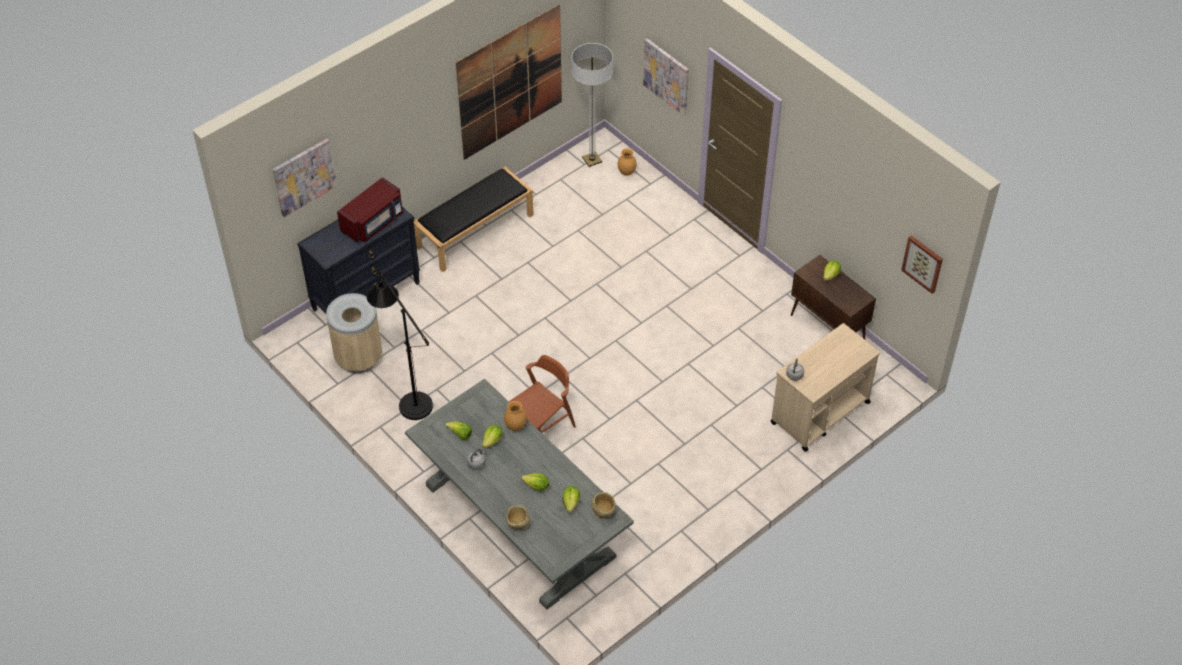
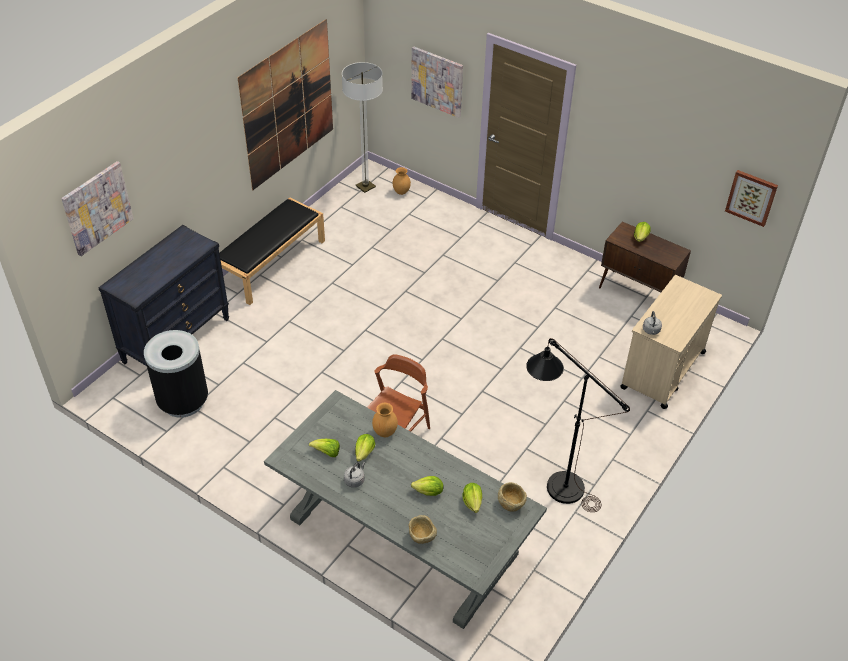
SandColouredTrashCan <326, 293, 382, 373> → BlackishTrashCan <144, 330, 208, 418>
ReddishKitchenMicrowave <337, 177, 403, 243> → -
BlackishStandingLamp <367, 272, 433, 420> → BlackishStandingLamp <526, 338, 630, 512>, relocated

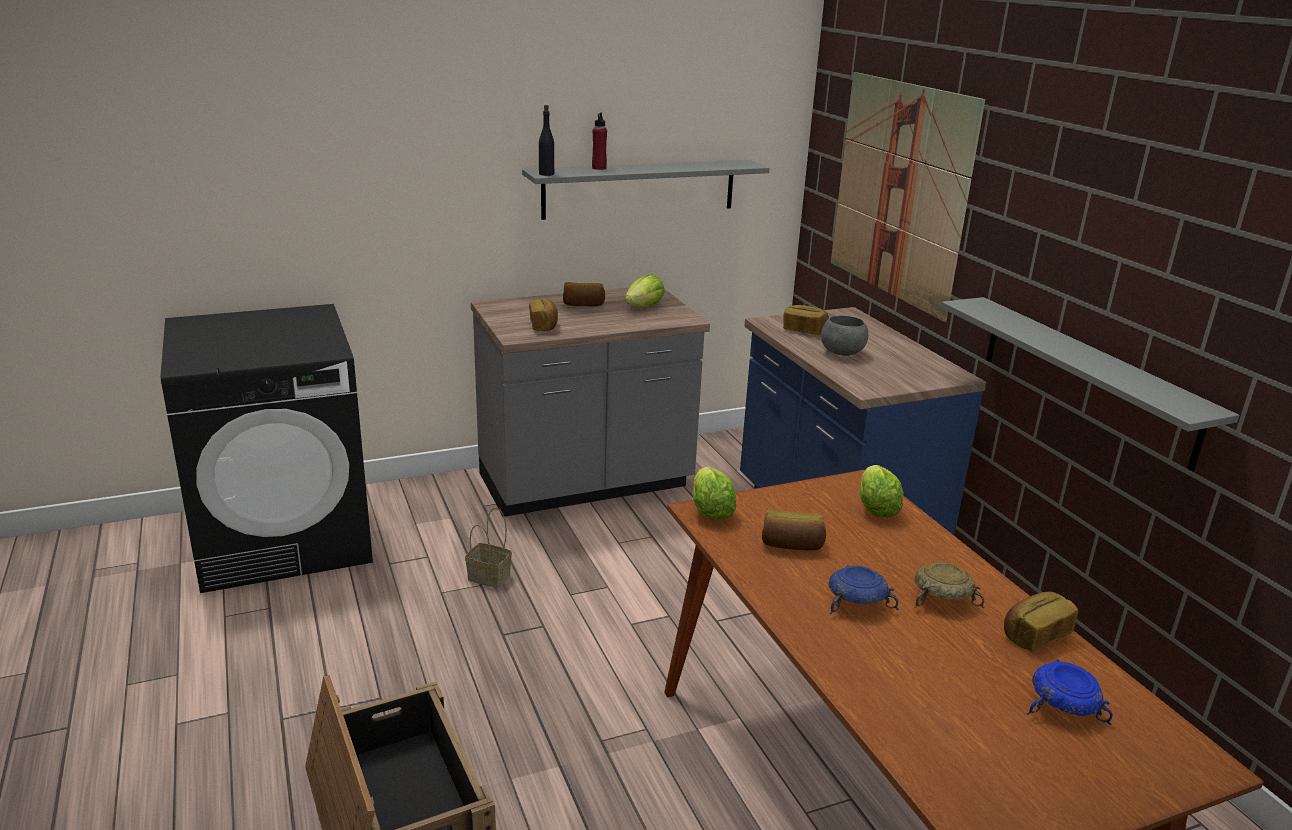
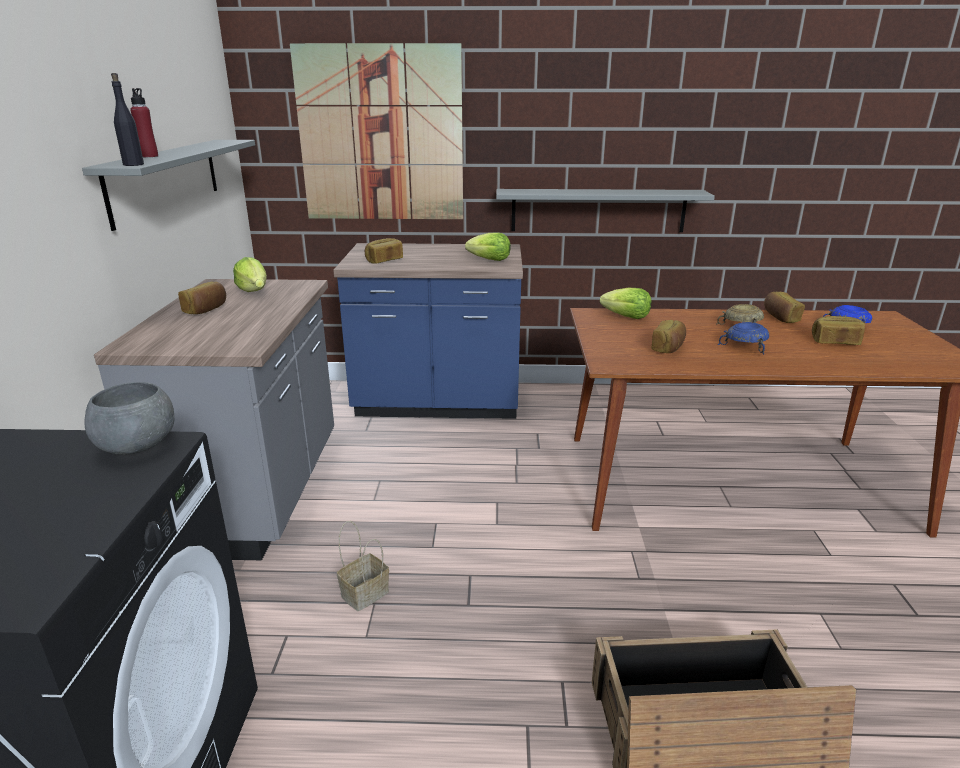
Bread <529, 299, 558, 331> → Bread <812, 316, 865, 345>, relocated
HeadOfLettuce <693, 467, 736, 520> → HeadOfLettuce <465, 233, 511, 261>, relocated
GreyBowl <821, 316, 868, 356> → GreyBowl <84, 382, 174, 455>, relocated

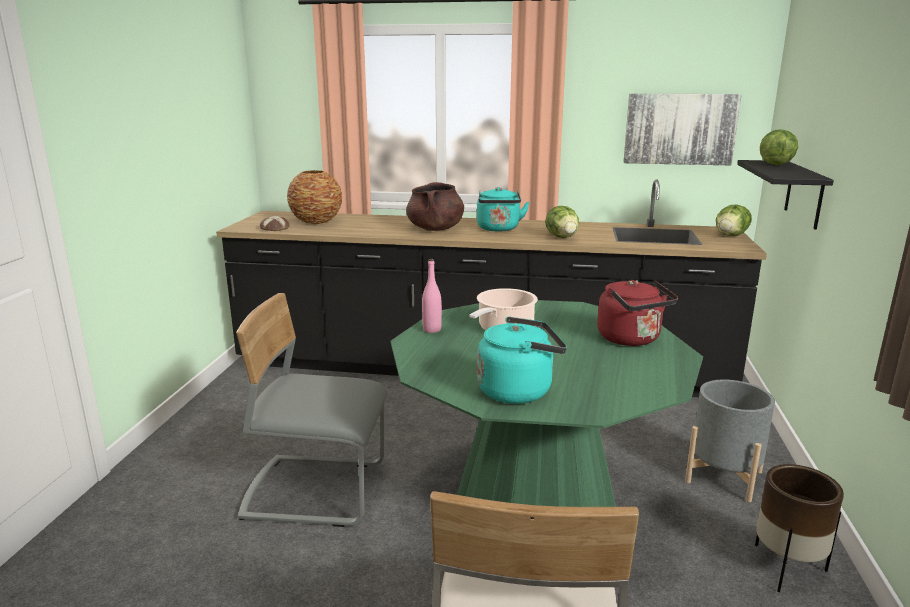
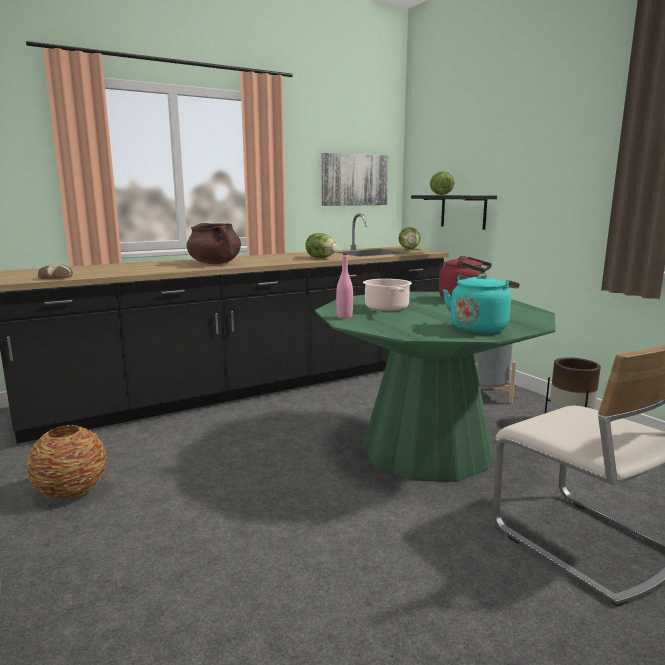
GreyUprightChair <236, 293, 387, 527> → -
DecorativeVase <287, 170, 342, 224> → DecorativeVase <27, 425, 107, 499>, relocated
TurquoiseColouredKettle <477, 187, 529, 231> → -

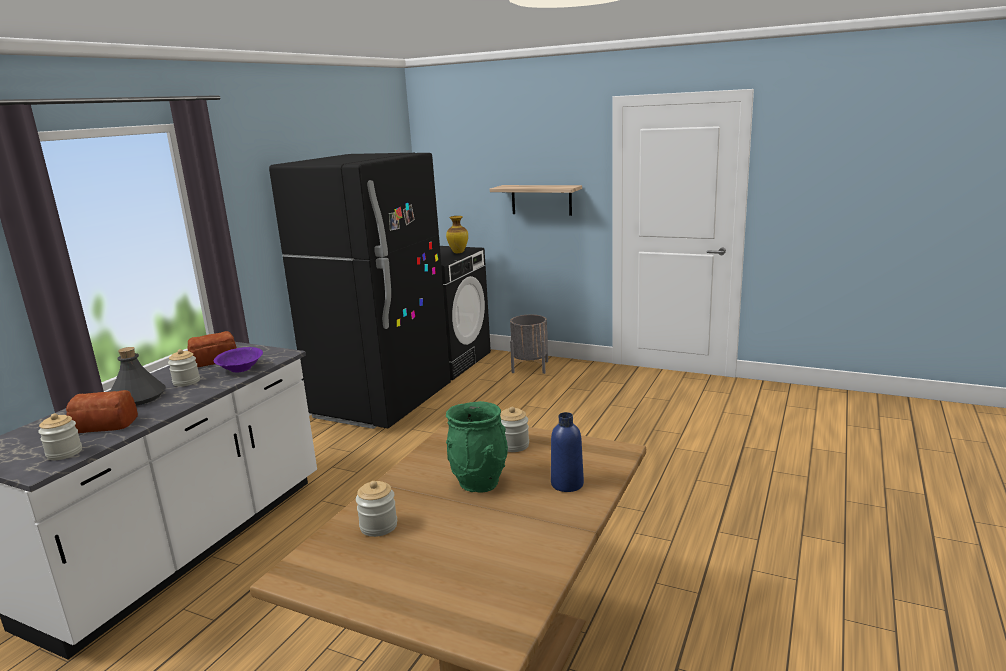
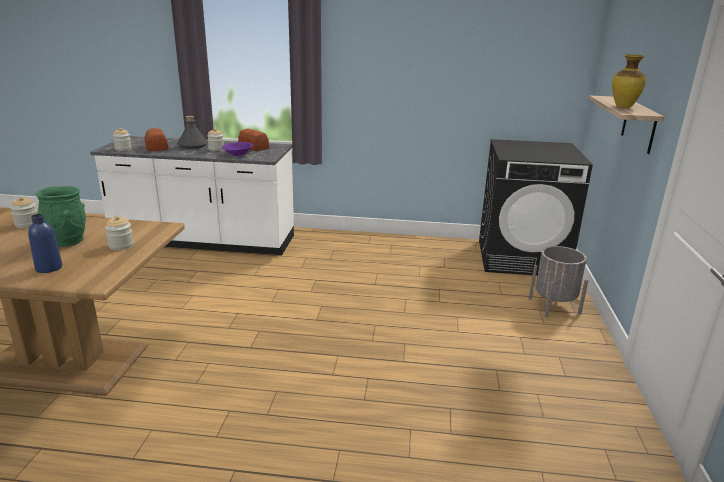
BlackishKitchenFridge <269, 153, 451, 429> → -
DecorativeVase <446, 216, 468, 253> → DecorativeVase <612, 54, 646, 108>, relocated

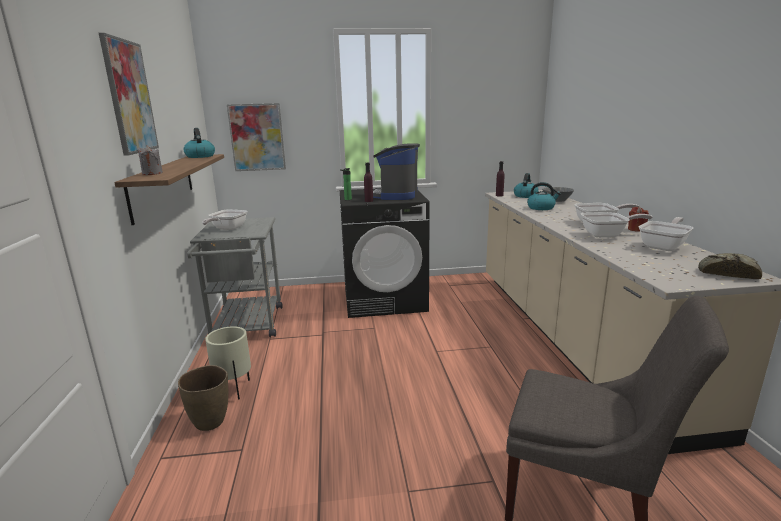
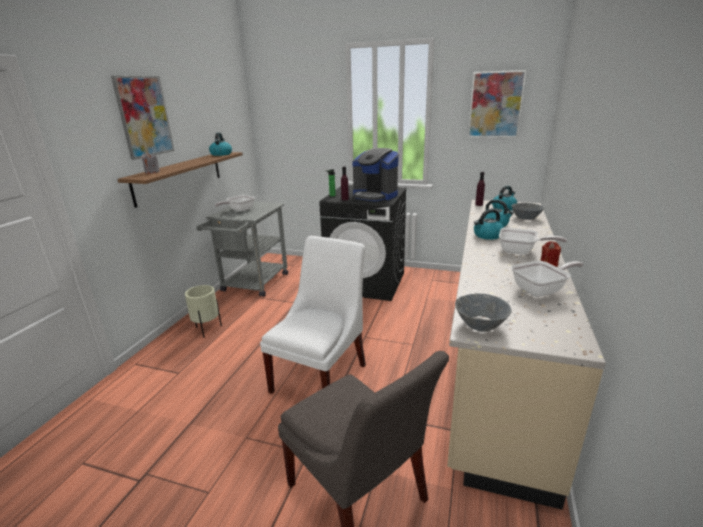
BrownishDecorativeVase <178, 365, 228, 431> → -
Picture <227, 103, 286, 171> → Picture <468, 70, 526, 138>, relocated
CoffeeMachine <373, 143, 420, 200> → CoffeeMachine <352, 148, 399, 201>, 90 degrees counterclockwise
Pan <581, 212, 652, 238> → -
Bread <698, 253, 762, 279> → -
- → WhiteColouredUprightChair <260, 236, 366, 394>
- → GreyBowl <455, 293, 512, 332>
- → Kettle <474, 209, 504, 240>

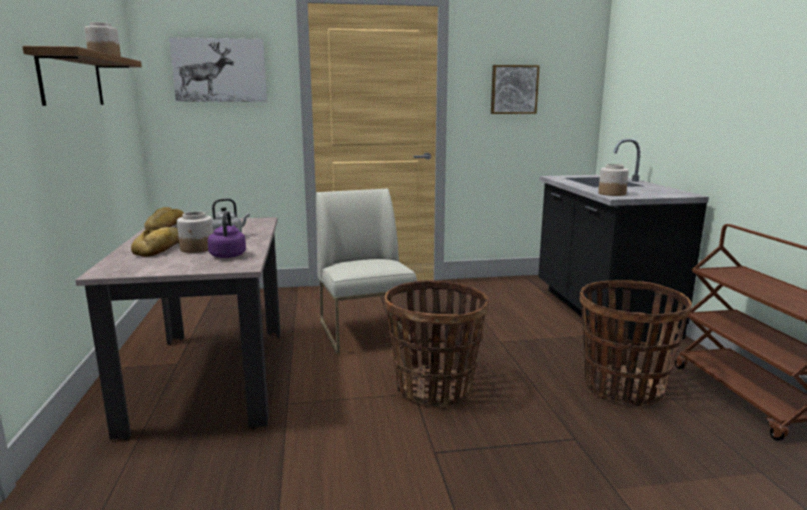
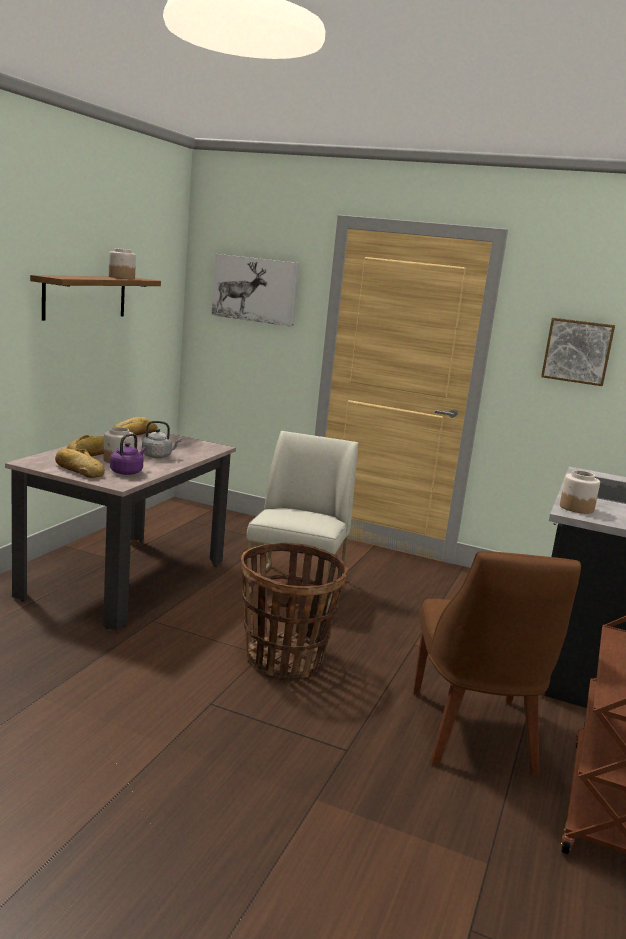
StorageBasket <580, 280, 692, 406> → BrownishUprightChair <413, 551, 581, 776>
- → Bread <55, 448, 105, 478>

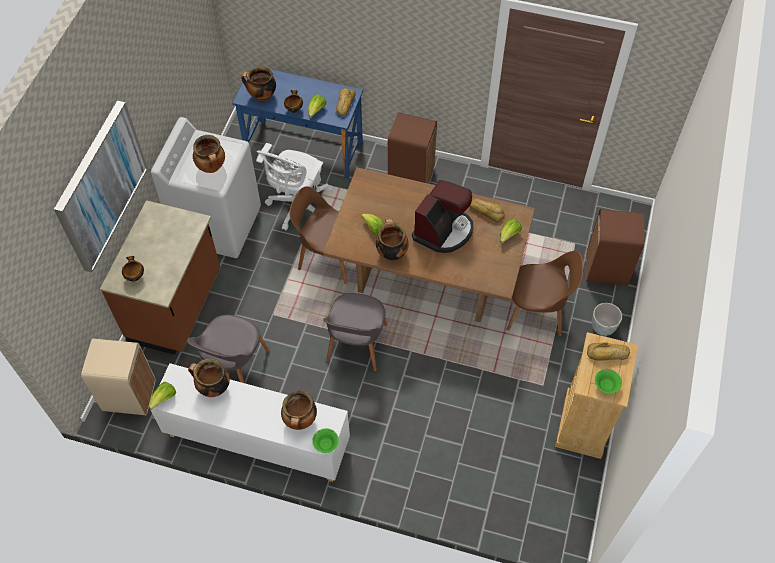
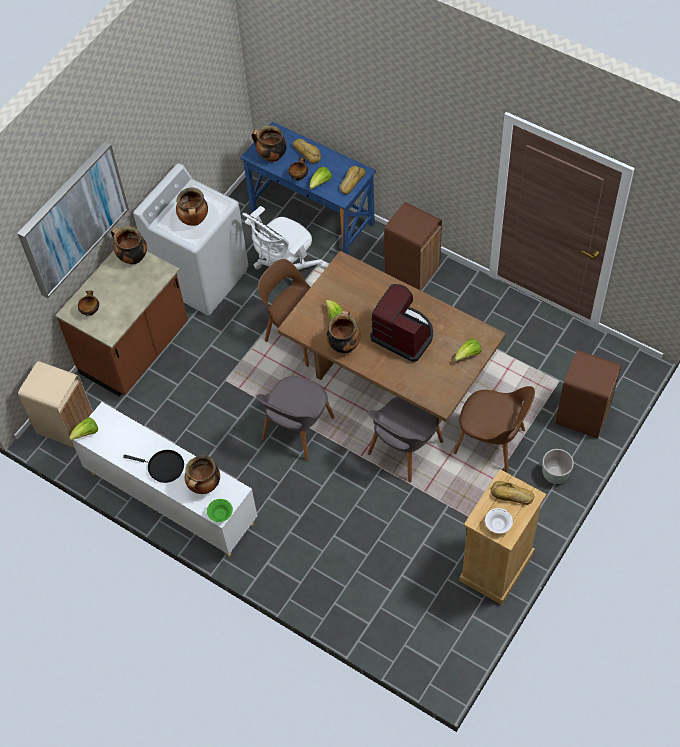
GreyUprightChair <187, 315, 270, 383> → GreyUprightChair <367, 396, 443, 482>, relocated
Stockpot <188, 359, 230, 397> → Stockpot <111, 226, 147, 265>, relocated
CoffeeMachine <412, 180, 474, 253> → CoffeeMachine <370, 284, 433, 362>, 105 degrees counterclockwise
Bread <470, 199, 505, 223> → Bread <293, 138, 321, 164>, relocated
GreenColouredBowl <595, 369, 622, 393> → WhiteColouredBowl <485, 508, 513, 533>
- → BlackishPan <123, 450, 184, 483>

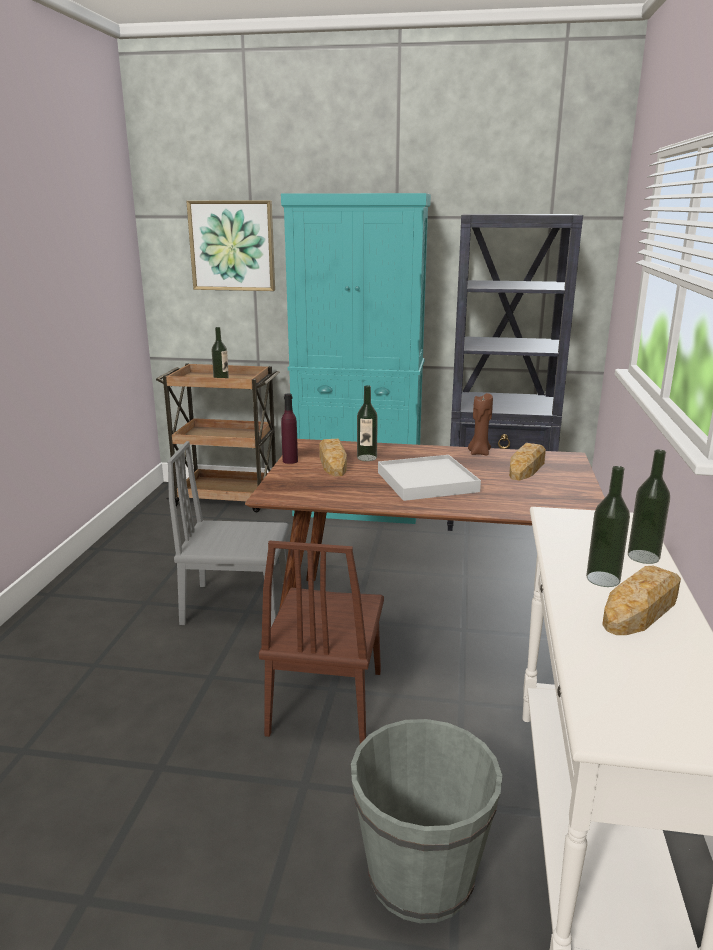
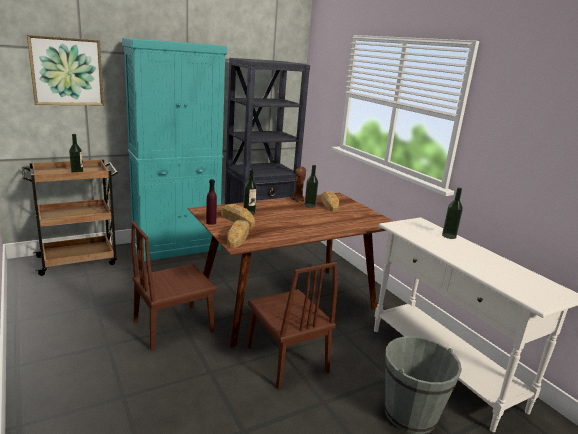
GreyUprightChair <167, 441, 289, 626> → BrownishUprightChair <131, 221, 217, 351>
WhiteColouredTray <378, 455, 481, 501> → -
DrinkBottle <586, 466, 630, 587> → DrinkBottle <304, 165, 318, 208>, relocated
Bread <602, 566, 681, 635> → Bread <227, 220, 249, 248>, relocated

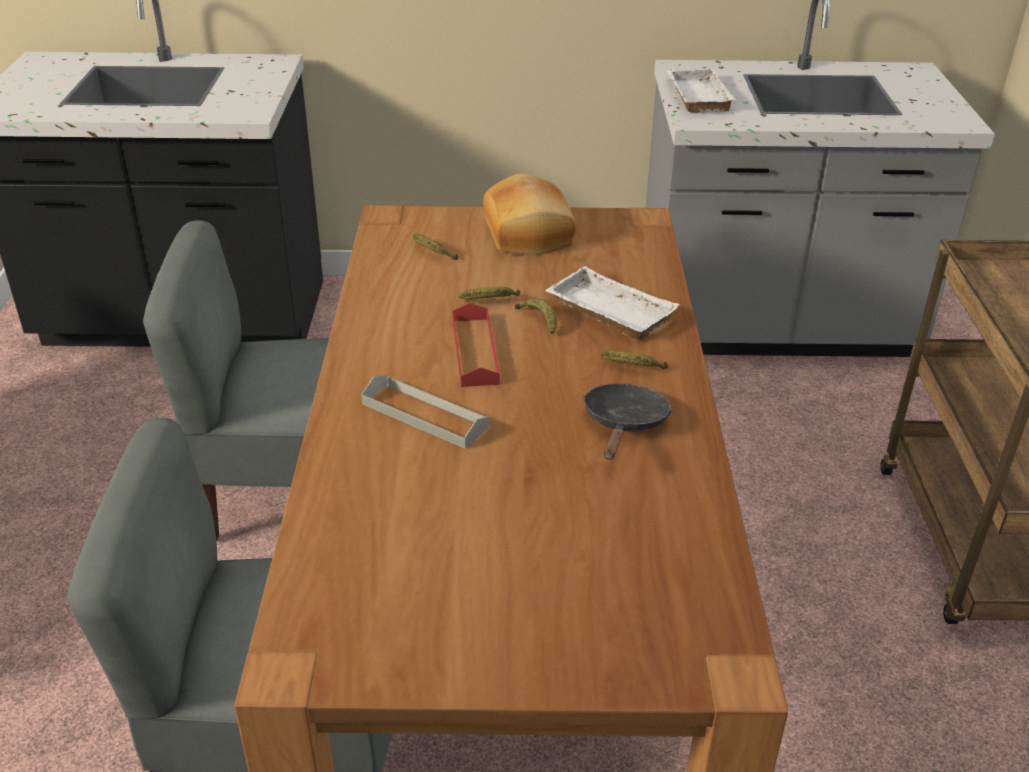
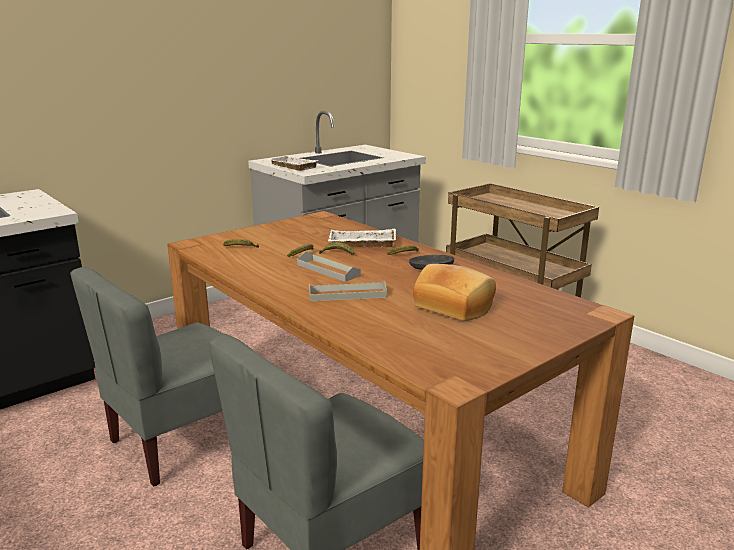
ReddishTray <452, 303, 500, 387> → GreyTray <297, 252, 361, 282>
Bread <483, 174, 576, 255> → Bread <413, 264, 496, 321>, relocated

